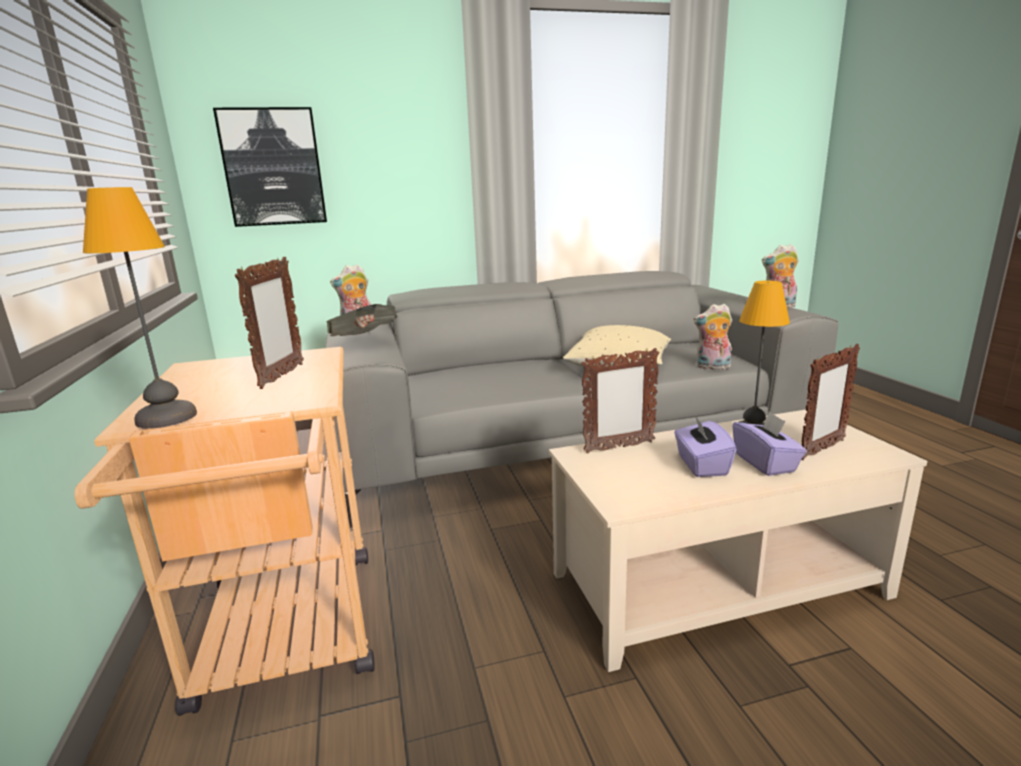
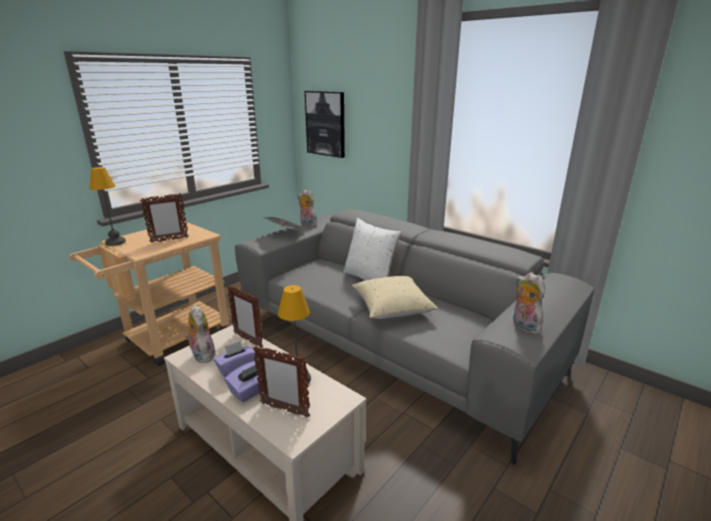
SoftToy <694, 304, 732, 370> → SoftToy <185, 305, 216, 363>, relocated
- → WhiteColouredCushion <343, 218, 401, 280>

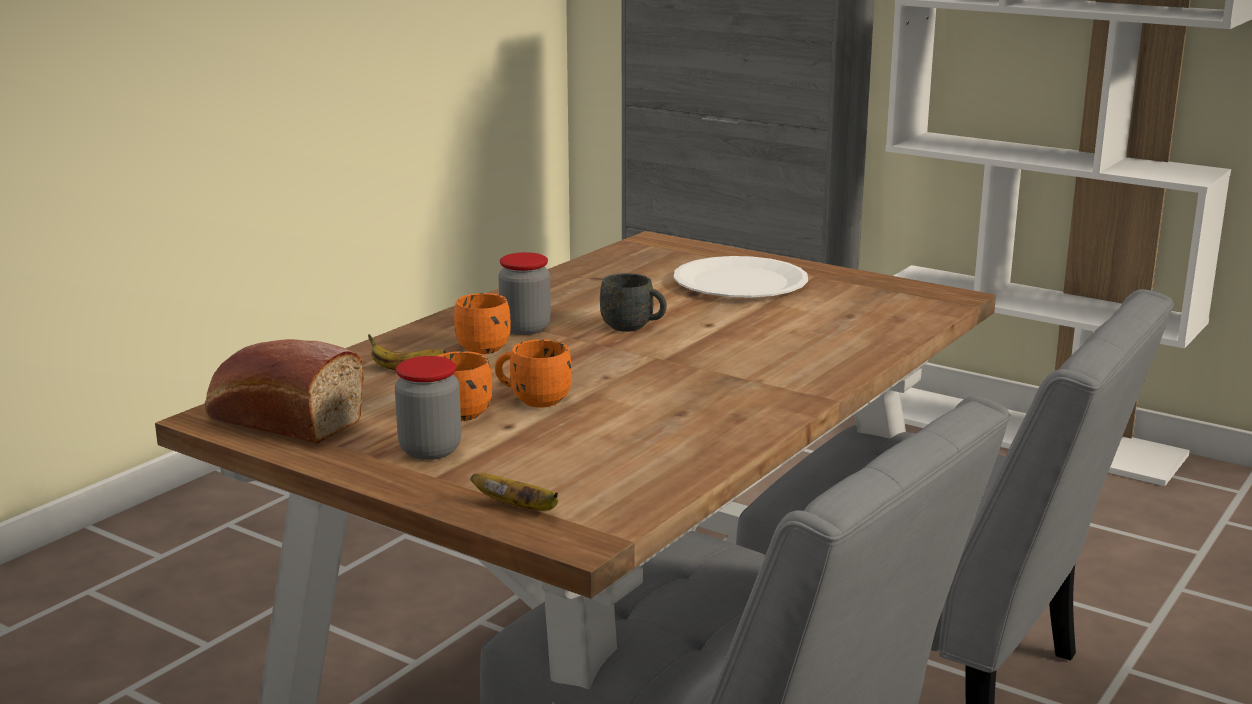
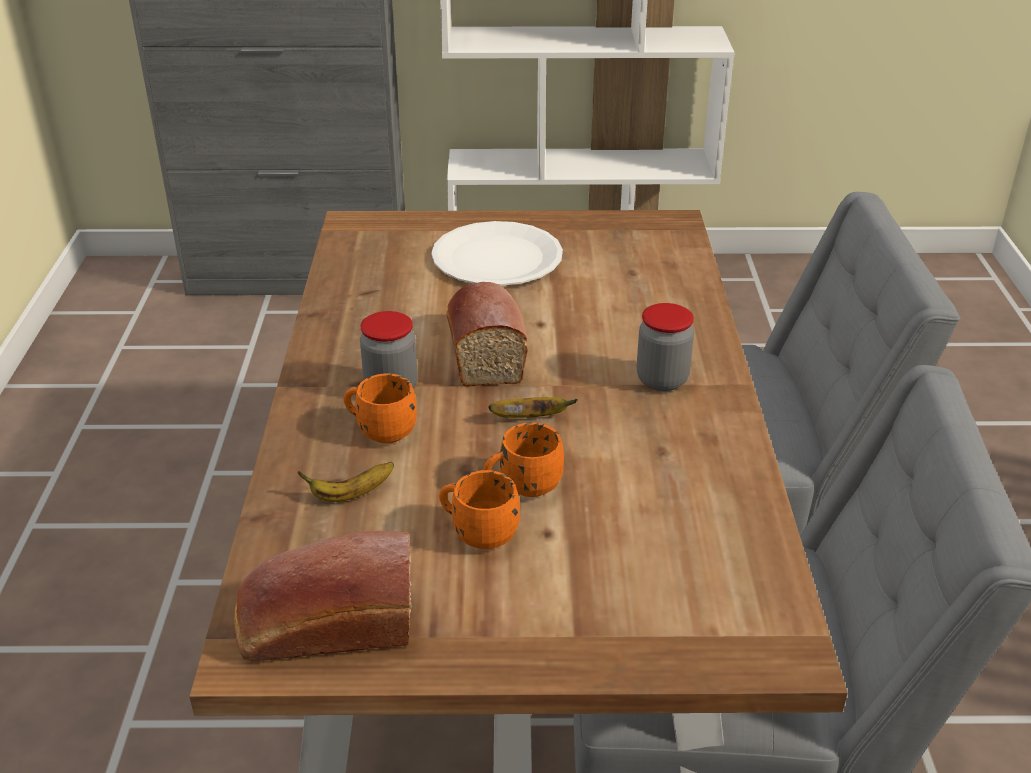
StorageJar <395, 356, 461, 460> → StorageJar <637, 303, 694, 391>, relocated
Banana <471, 473, 558, 511> → Banana <489, 397, 578, 418>, relocated
GreyMug <600, 273, 667, 332> → Bread <446, 282, 528, 387>

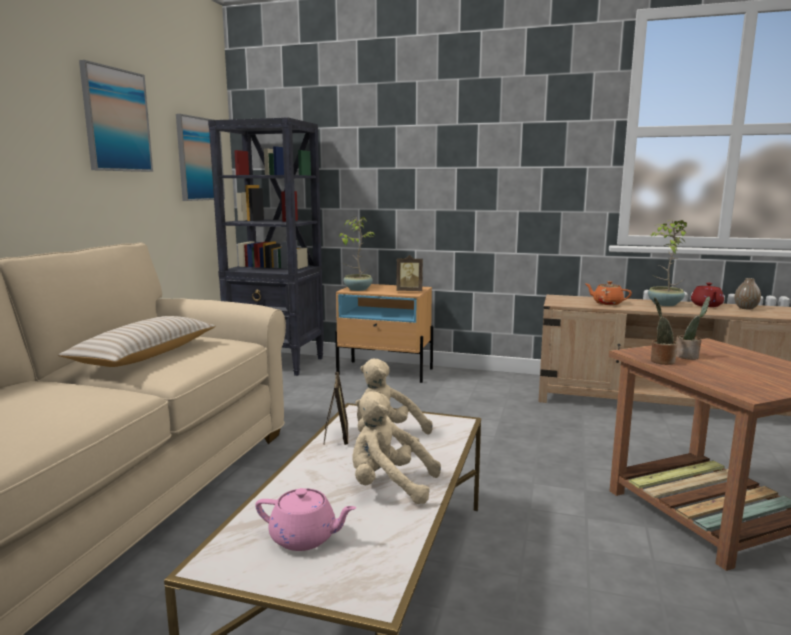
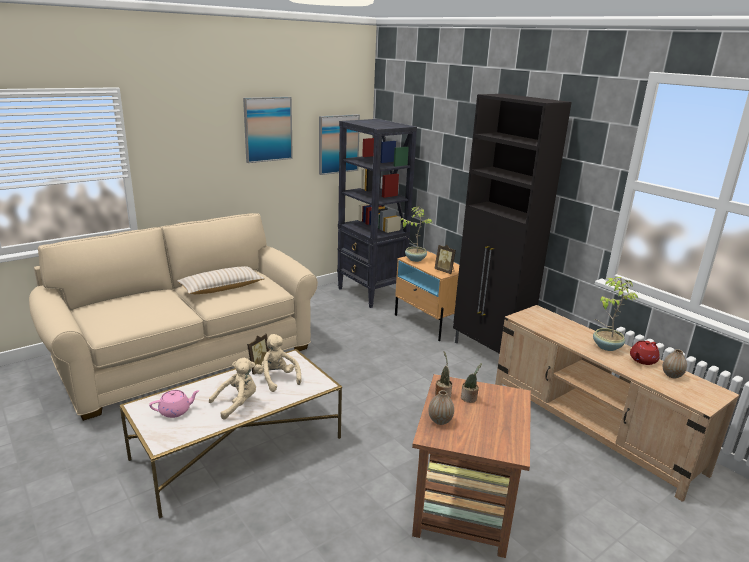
PinkishTeapot <255, 488, 356, 551> → PinkishTeapot <149, 390, 200, 418>, 75 degrees counterclockwise
SandColouredSoftToy <352, 392, 441, 504> → SandColouredSoftToy <209, 358, 256, 420>, 90 degrees clockwise
OrangeyTeapot <586, 281, 632, 305> → -
- → DecorativeVase <429, 390, 454, 425>
- → BlackishCabinet <453, 94, 572, 354>

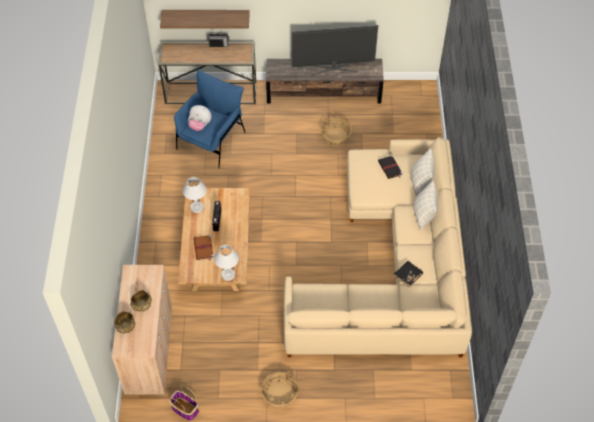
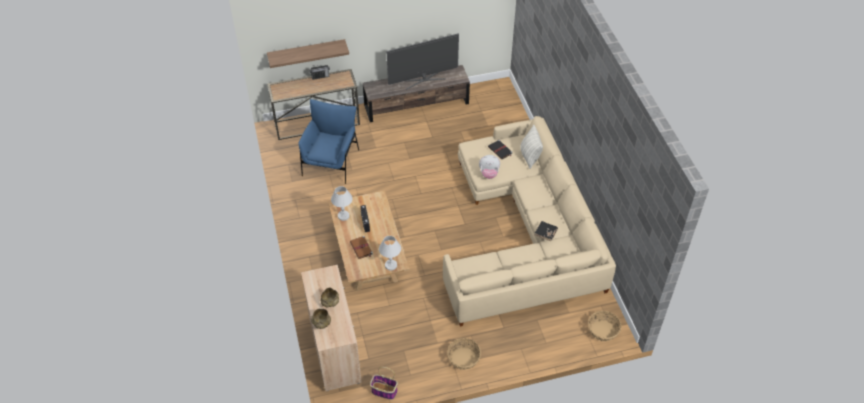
SoftToy <188, 105, 212, 131> → SoftToy <479, 155, 500, 179>, relocated
StorageBasket <321, 118, 352, 146> → StorageBasket <588, 311, 622, 341>, relocated
Cushion <414, 180, 438, 230> → -

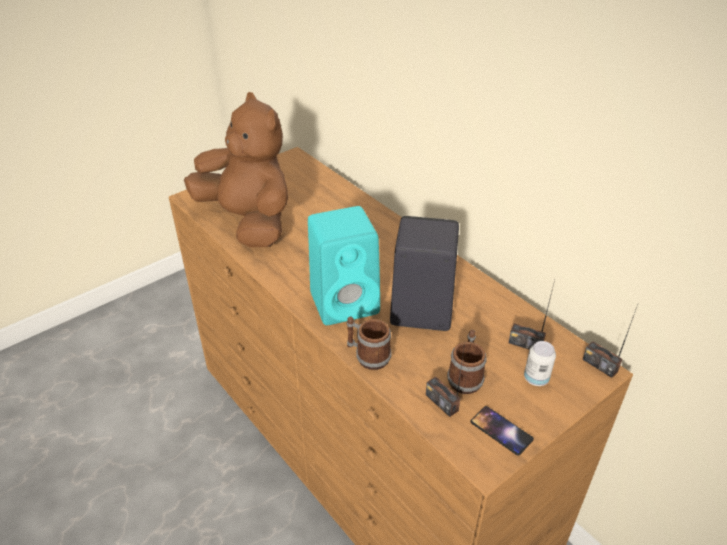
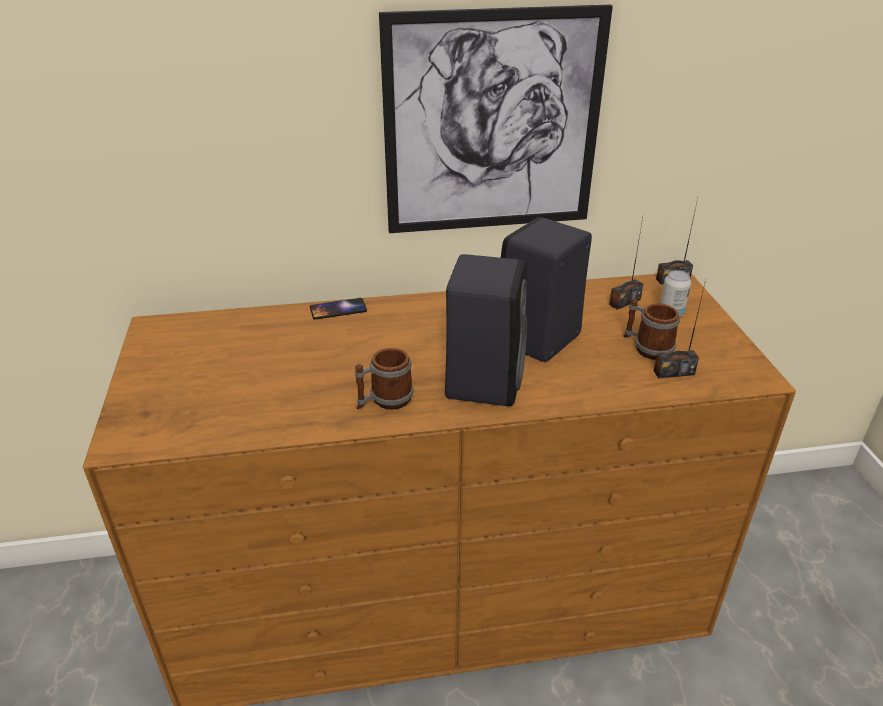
BrownishSoftToy <184, 92, 288, 247> → -
TurquoiseColouredLoudspeaker <308, 206, 380, 325> → BlackishLoudspeaker <445, 254, 528, 406>
Mug <347, 317, 392, 370> → Mug <355, 348, 414, 410>, relocated
Telephone <470, 406, 534, 456> → Telephone <310, 298, 367, 320>, relocated
- → Picture <379, 4, 613, 233>

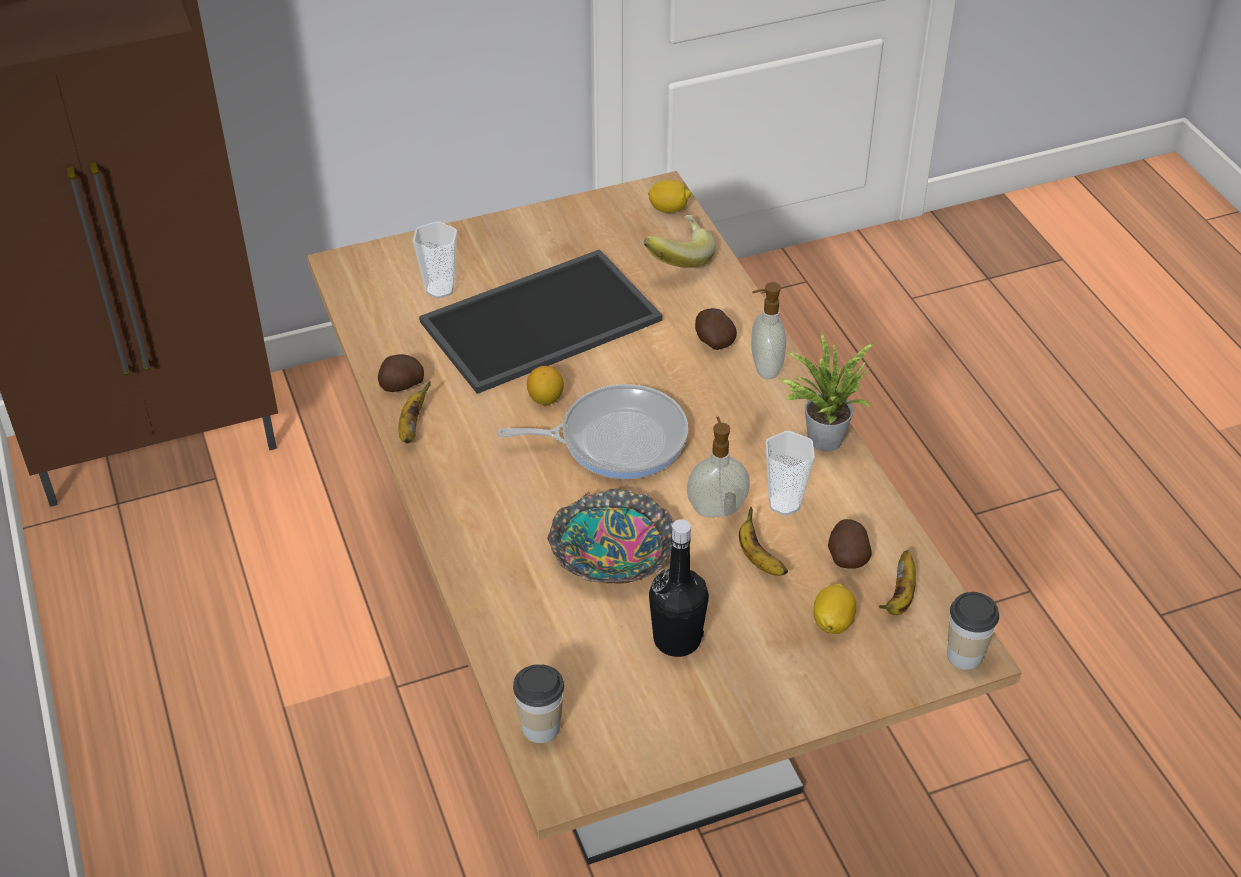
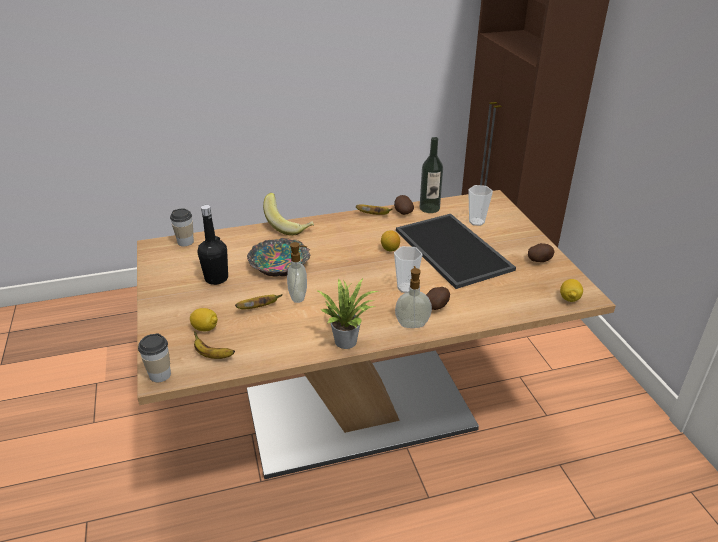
Pan <497, 384, 688, 479> → -
Banana <644, 215, 716, 268> → Banana <263, 193, 314, 236>, relocated
SmallCup <765, 431, 815, 516> → SmallCup <394, 246, 422, 293>, relocated
Spud <828, 519, 872, 569> → Spud <528, 243, 554, 262>, relocated
- → DrinkBottle <420, 137, 443, 213>

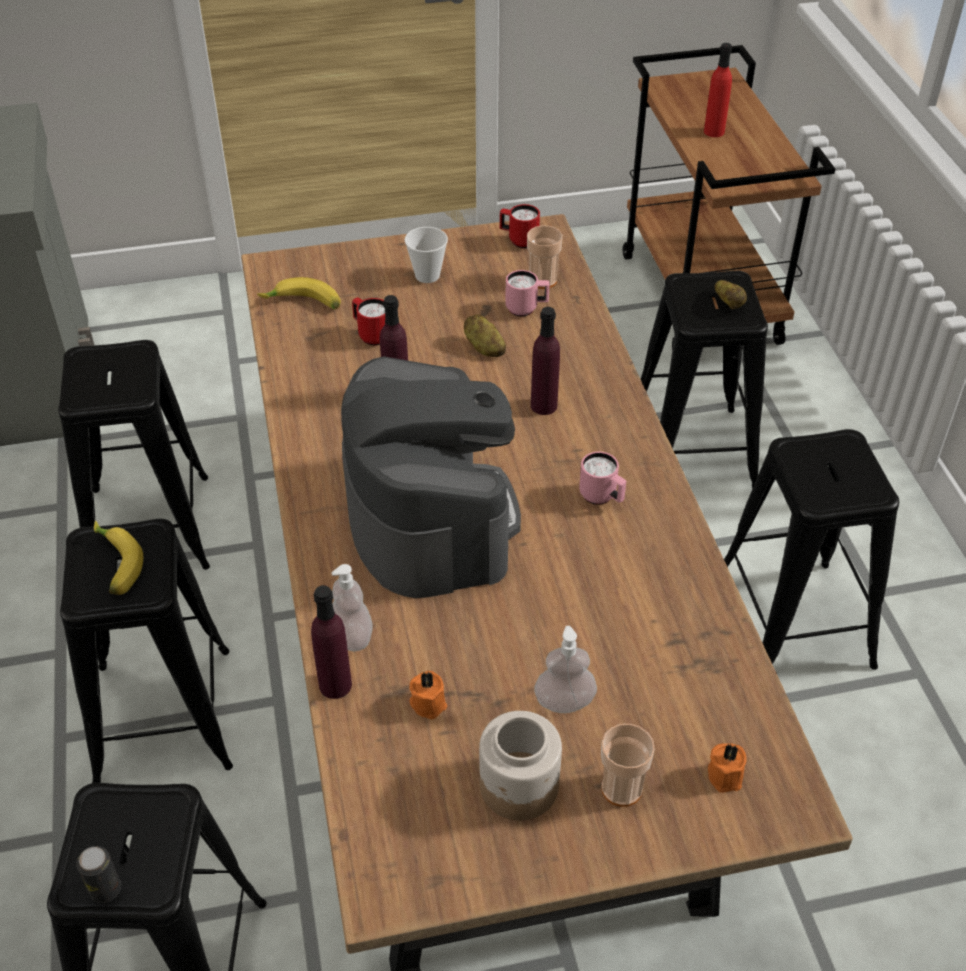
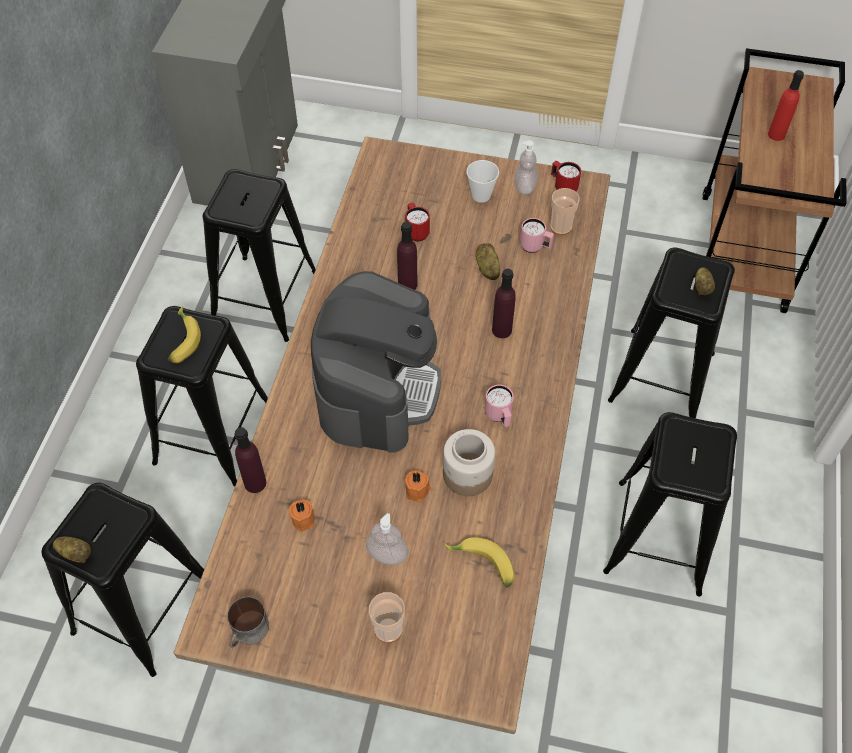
MetalCan <76, 846, 121, 903> → Spud <53, 537, 91, 563>
Banana <257, 277, 341, 309> → Banana <444, 537, 515, 588>, relocated
SoapBottle <332, 564, 373, 652> → SoapBottle <514, 140, 538, 195>, relocated
StorageJar <479, 711, 562, 820> → StorageJar <443, 429, 495, 496>, relocated
OrangeyWaxCandle <708, 743, 747, 793> → OrangeyWaxCandle <405, 471, 431, 502>, relocated
- → Mug <227, 597, 269, 648>

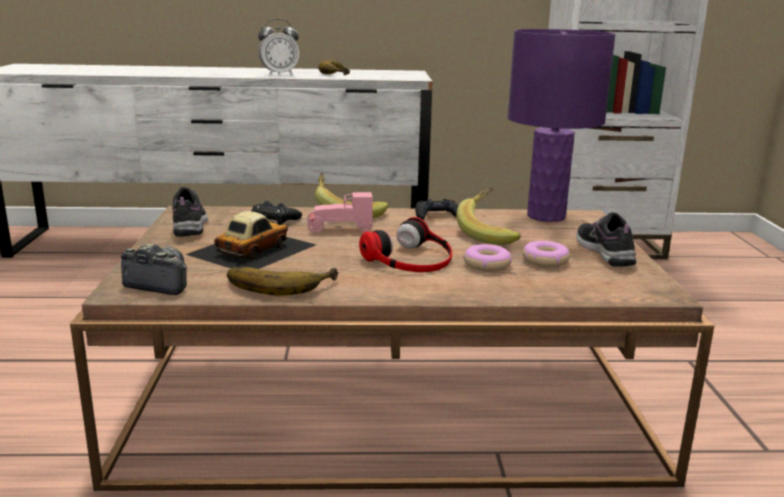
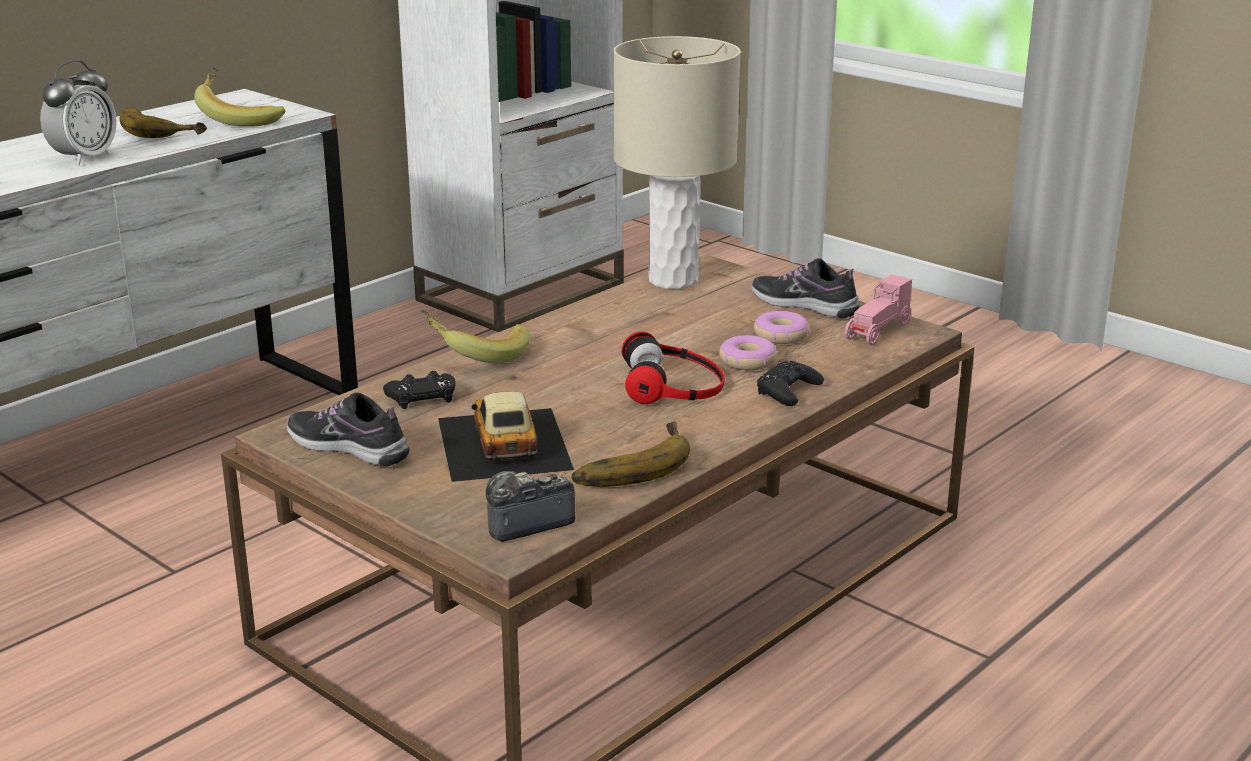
PinkishModelCar <307, 192, 373, 233> → PinkishModelCar <845, 274, 912, 345>, relocated
BlackishJoypad <415, 199, 459, 220> → BlackishJoypad <757, 361, 824, 406>, relocated
Banana <456, 187, 521, 245> → Banana <194, 67, 285, 127>, relocated
PurpleLampForATable <508, 29, 616, 222> → SandColouredLampForATable <613, 36, 741, 289>

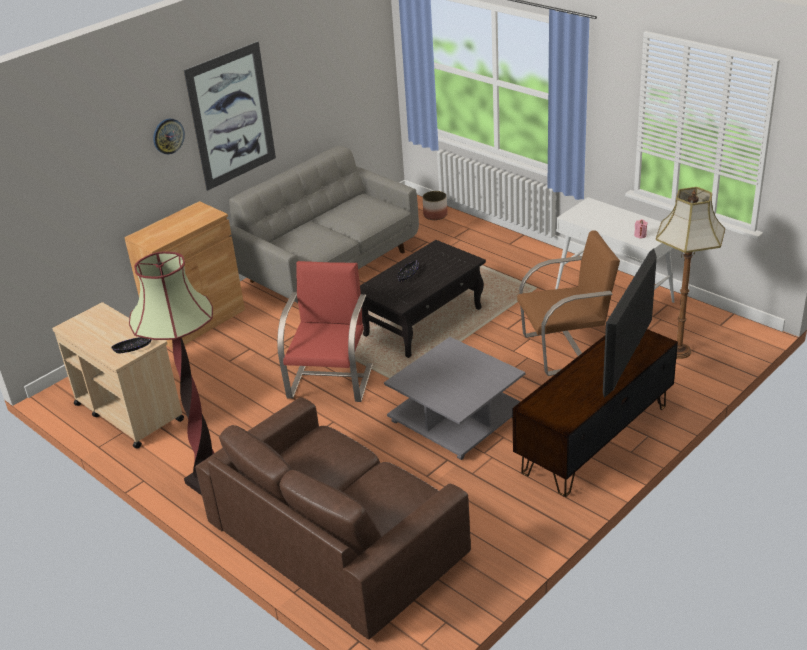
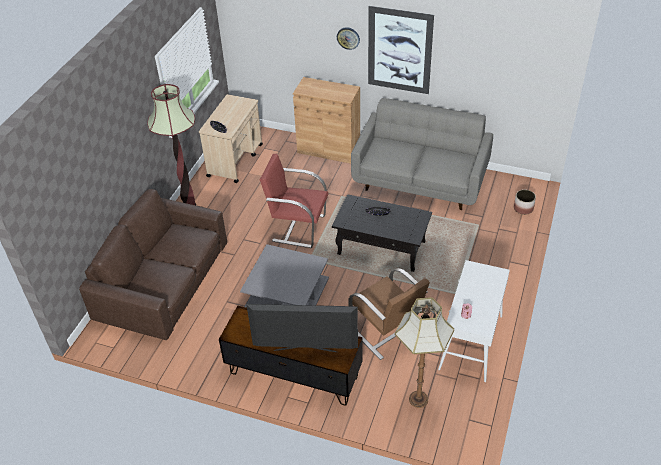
ReddishArmchair <277, 261, 373, 402> → ReddishArmchair <260, 154, 328, 248>, 150 degrees counterclockwise

